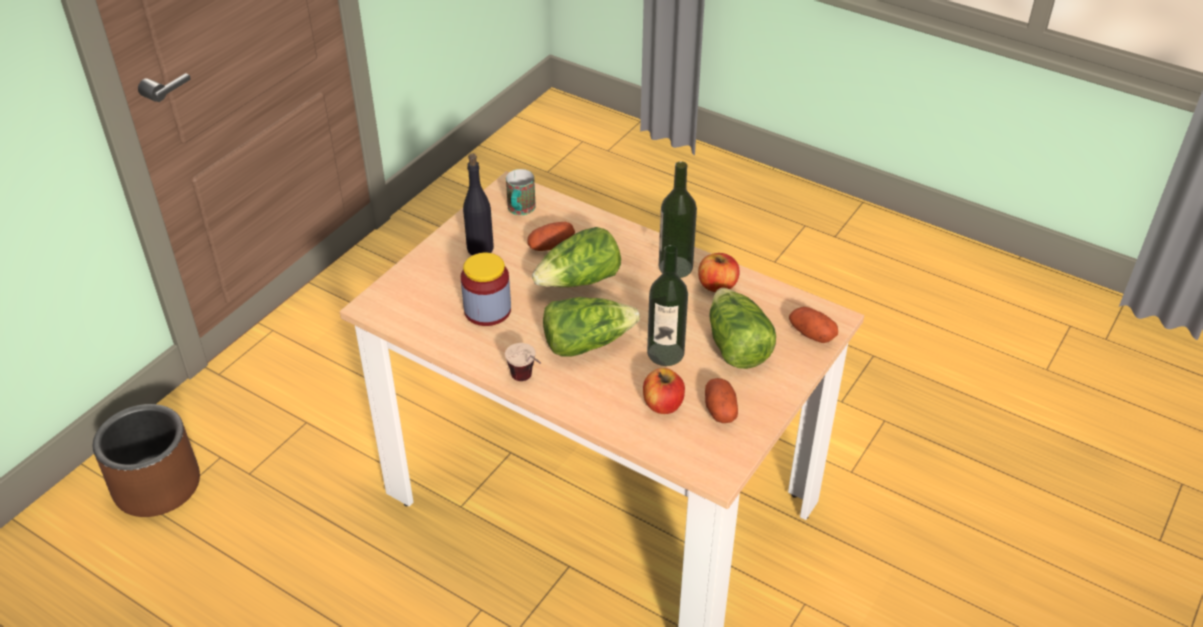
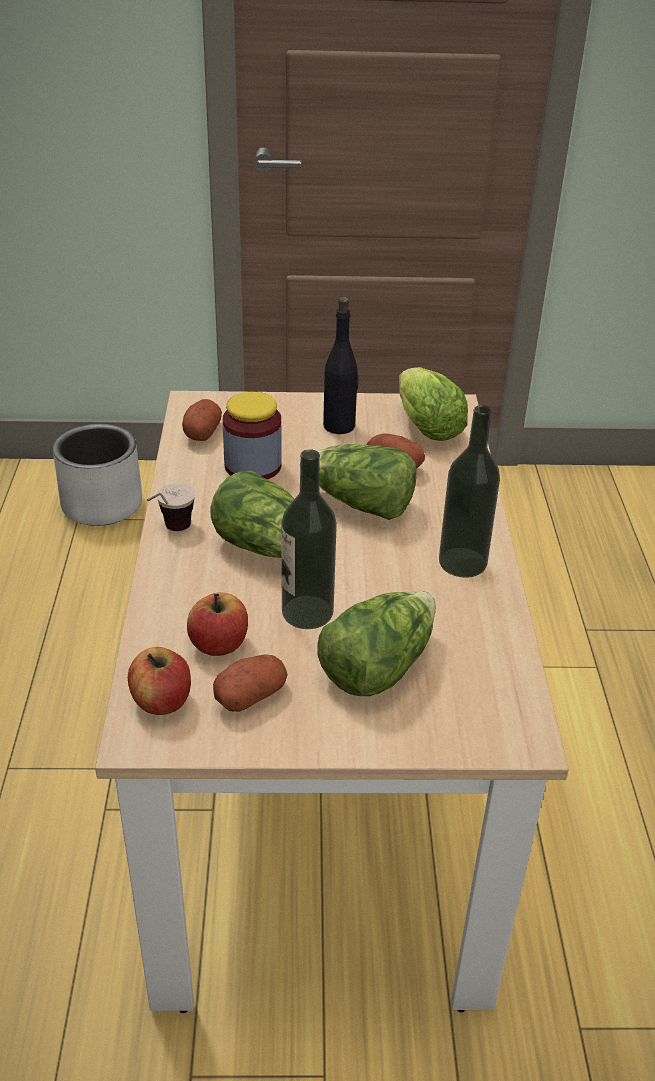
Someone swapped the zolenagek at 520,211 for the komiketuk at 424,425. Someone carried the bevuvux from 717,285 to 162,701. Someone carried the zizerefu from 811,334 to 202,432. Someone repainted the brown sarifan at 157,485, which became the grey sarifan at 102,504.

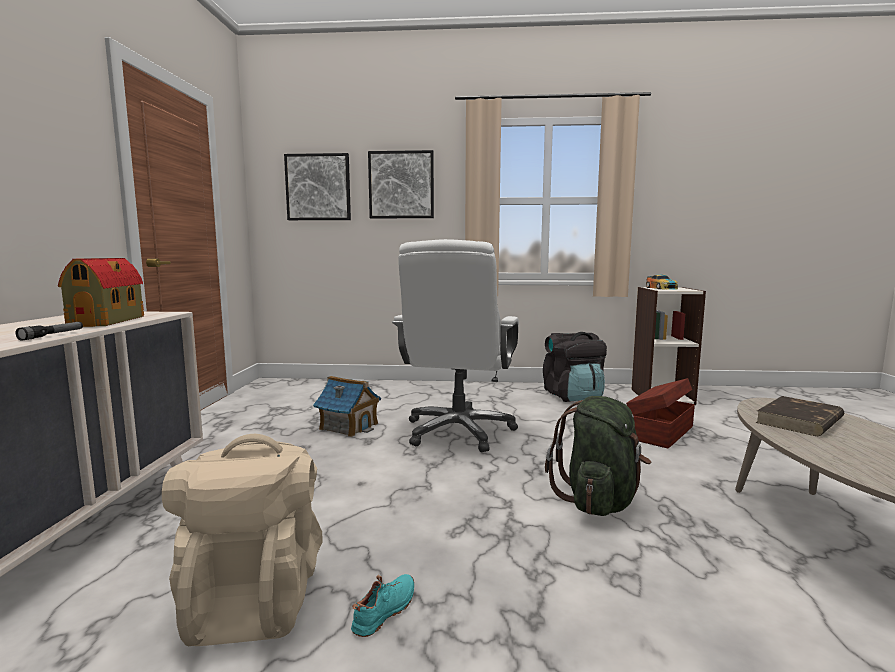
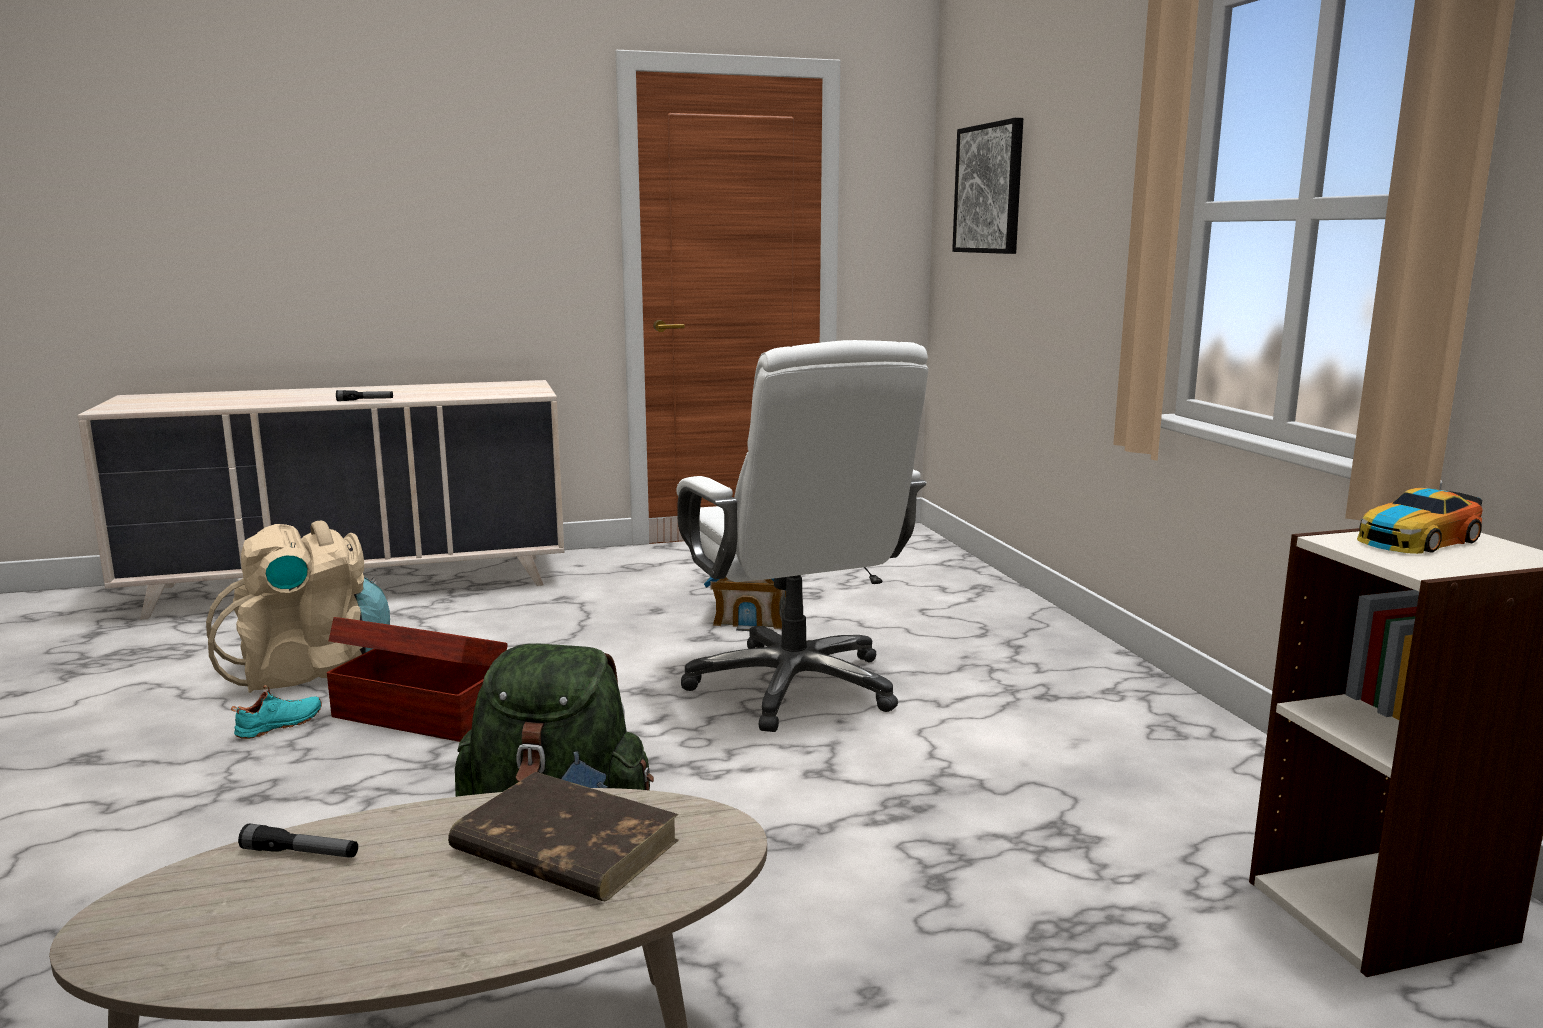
Someone took away the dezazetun at 401,185. Someone rotated the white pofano at 458,432 by 105 degrees counterclockwise. Someone took away the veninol at 109,321. Someone took away the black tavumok at 573,396. Someone carried the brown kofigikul from 660,432 to 419,713. Someone rotated the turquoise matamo at 386,612 by 60 degrees counterclockwise. Someone put down the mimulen at 300,853.

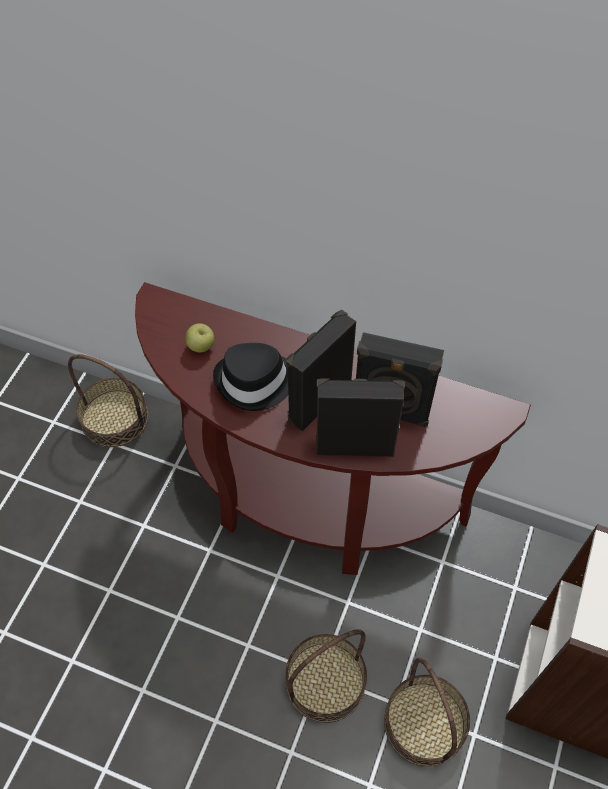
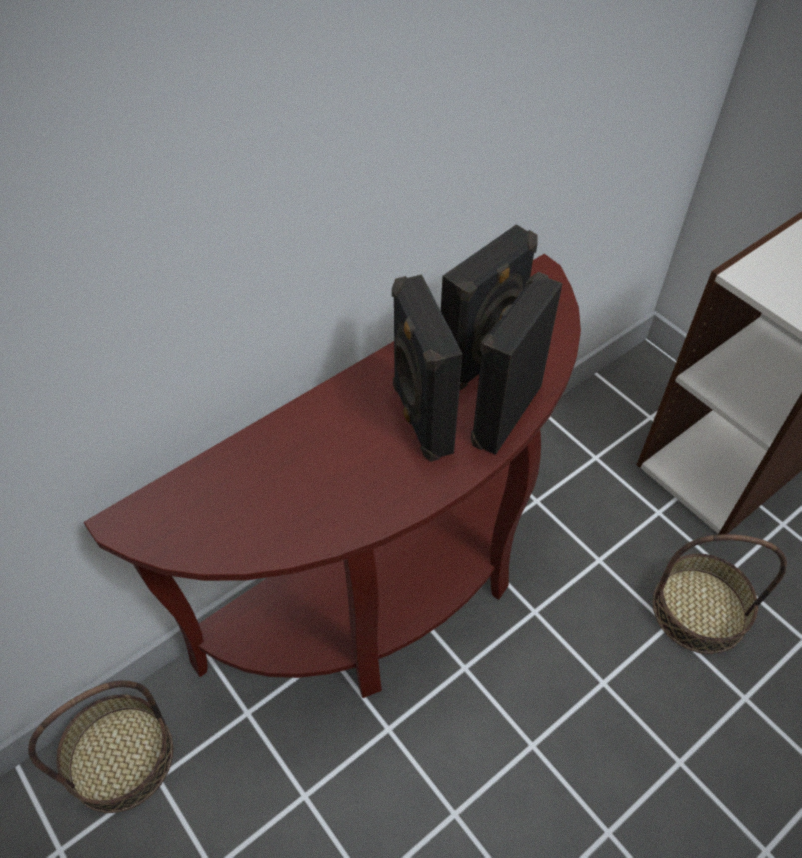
Someone took away the bevuvux at 201,346. Someone took away the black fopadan at 255,382. Someone took away the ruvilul at 325,681.

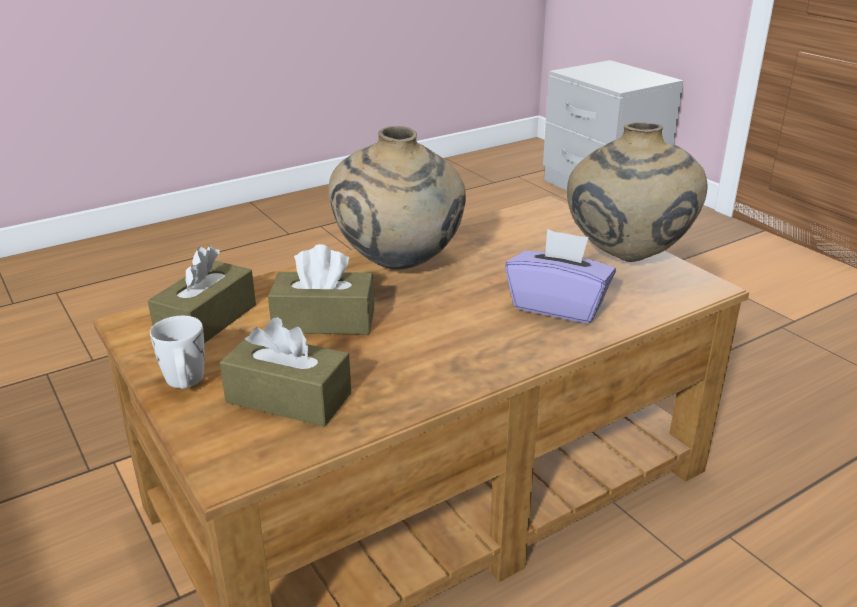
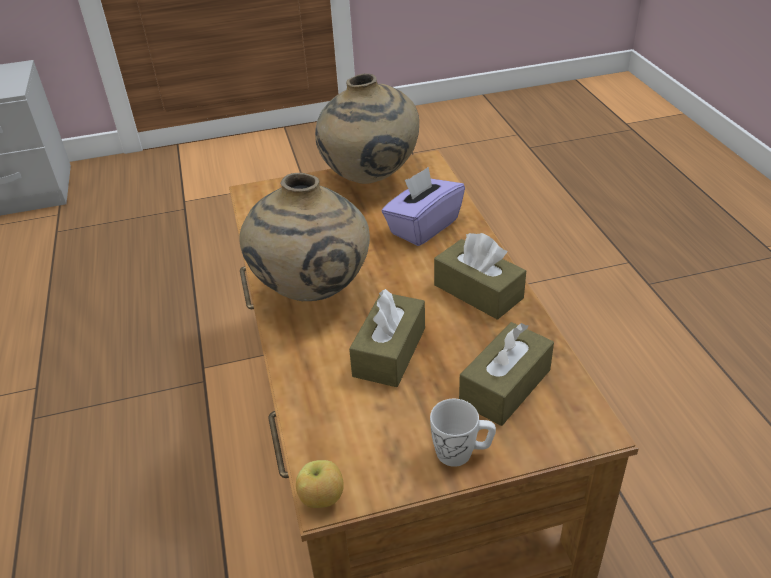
Someone carried the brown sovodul from 207,321 to 478,291. Someone put down the bevuvux at 321,500.

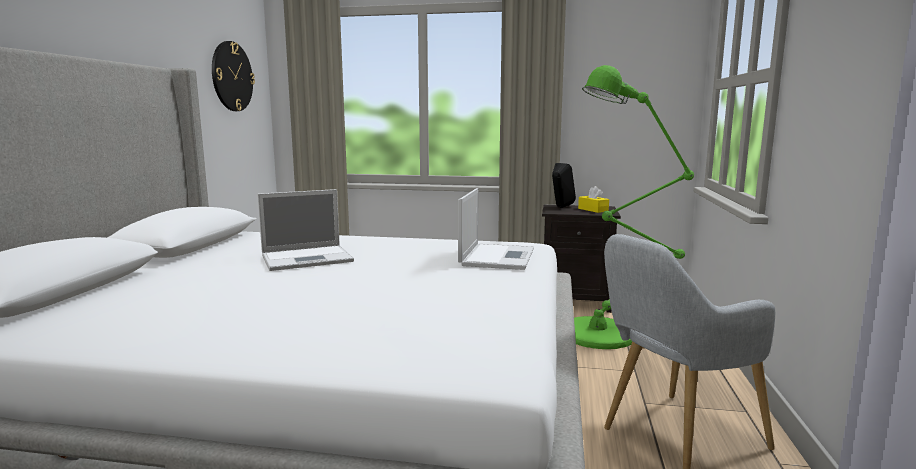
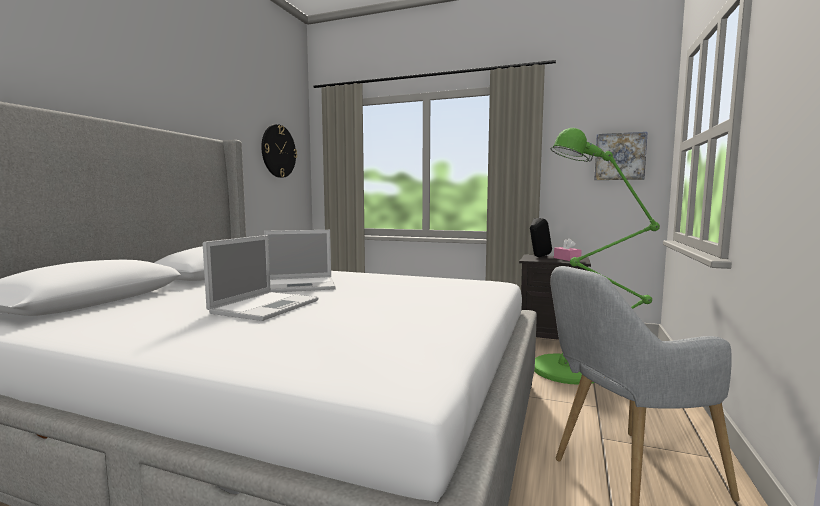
Someone repainted the yellow sovodul at 593,210, which became the pink sovodul at 567,259. Someone carried the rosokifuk from 497,257 to 266,306. Someone put up the dezazetun at 619,156.

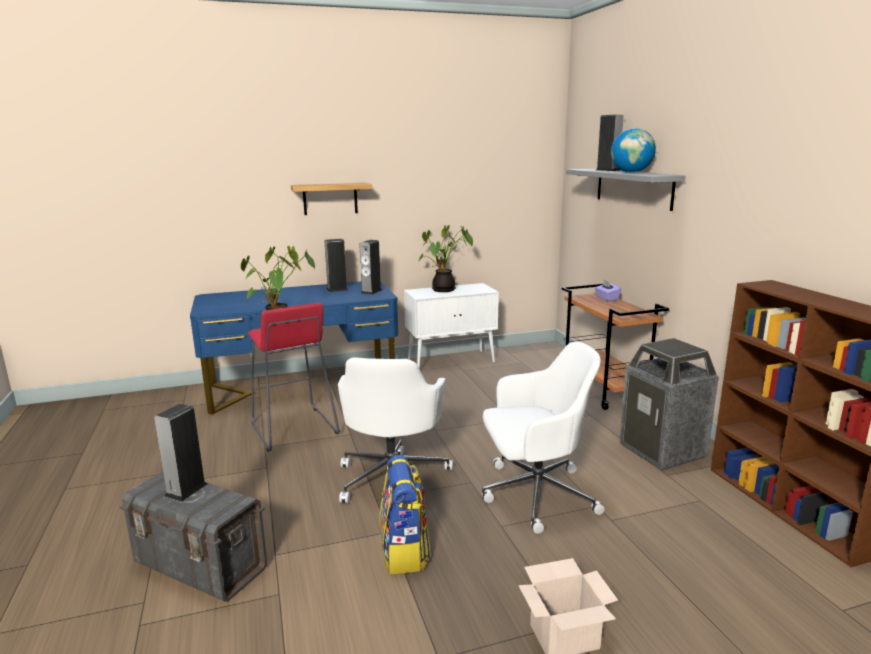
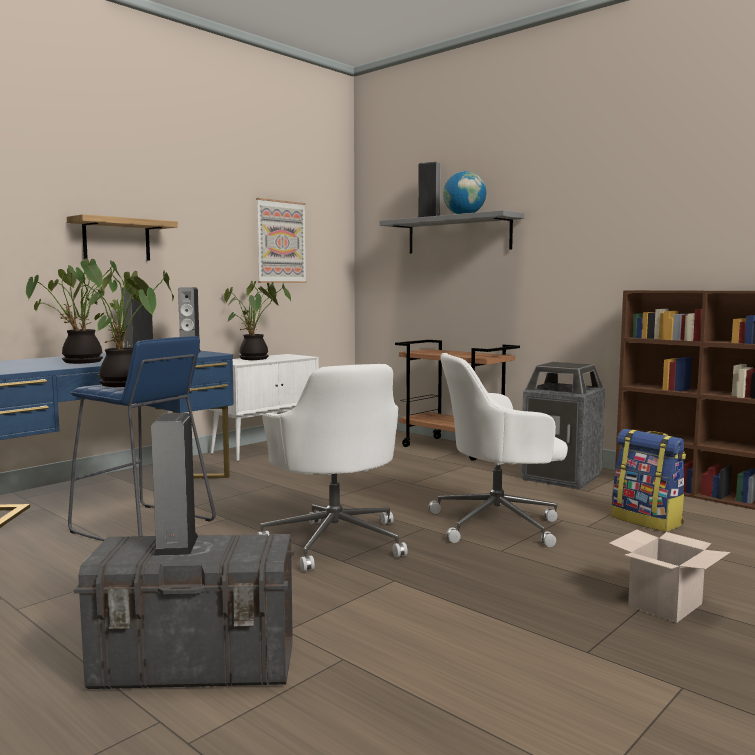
Someone took away the purple sovodul at 606,299. Someone repainted the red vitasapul at 293,429, which became the blue vitasapul at 142,527. Someone rotated the white pofano at 535,494 by 150 degrees counterclockwise. Someone carried the tavumok from 405,552 to 647,521. Someone put up the dezazetun at 281,242. Someone put down the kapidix at 80,362.

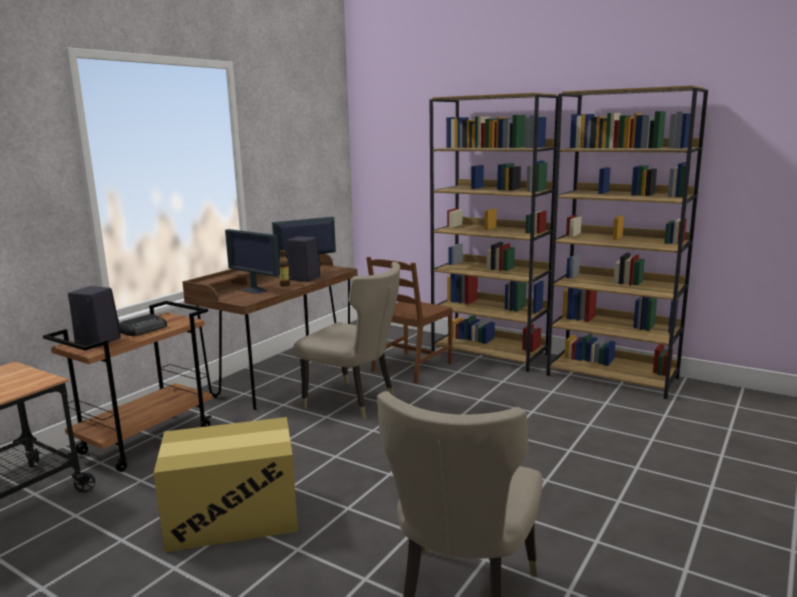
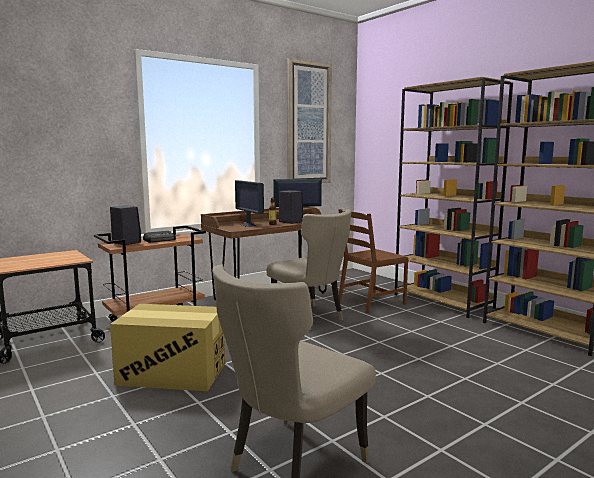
Someone put up the dezazetun at 308,123.

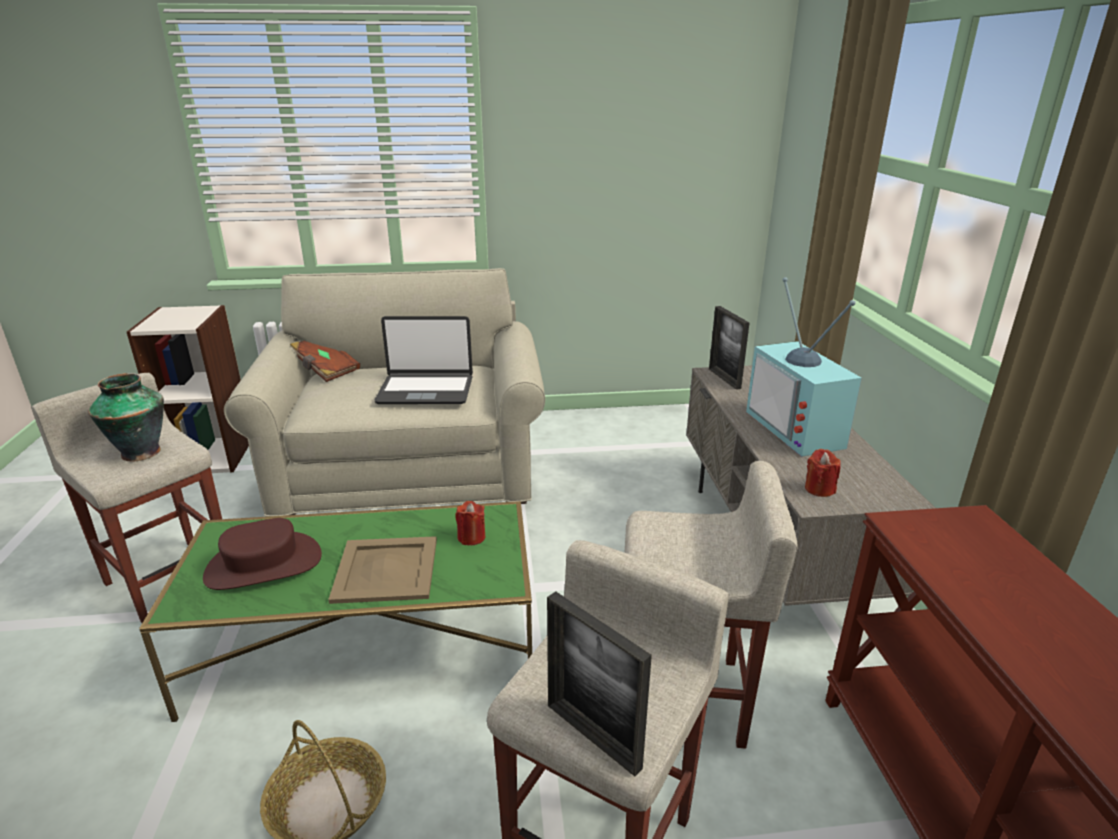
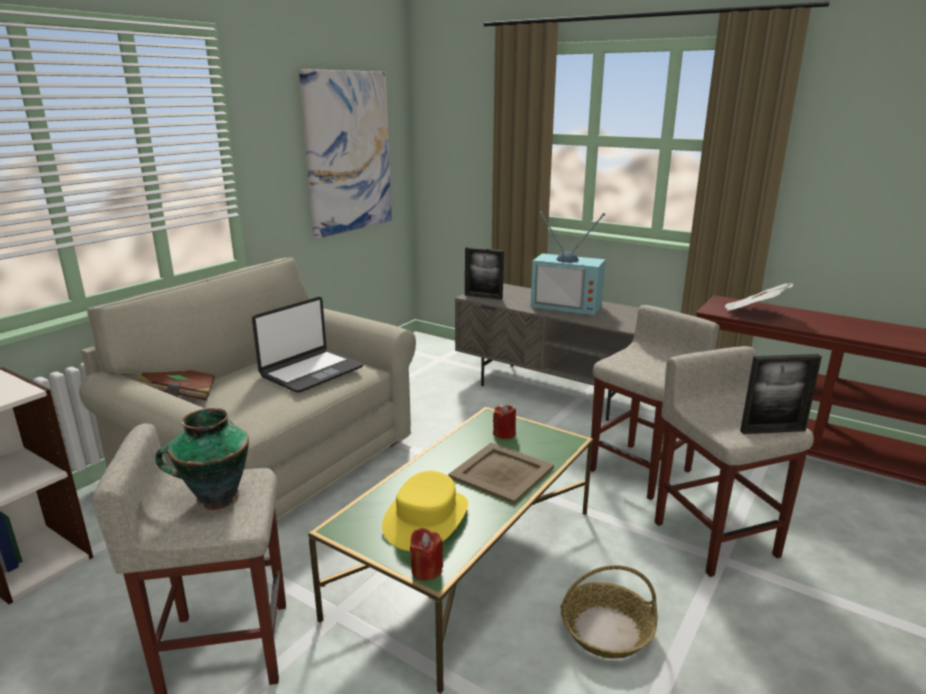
Someone carried the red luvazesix from 819,489 to 426,570. Someone repainted the brown fopadan at 263,565, which became the yellow fopadan at 426,519. Someone put up the dezazetun at 348,152. Someone put down the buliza at 753,312.

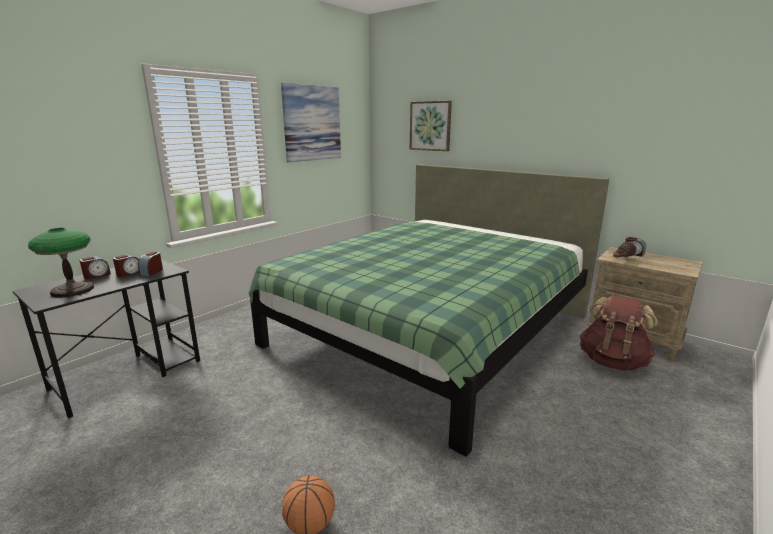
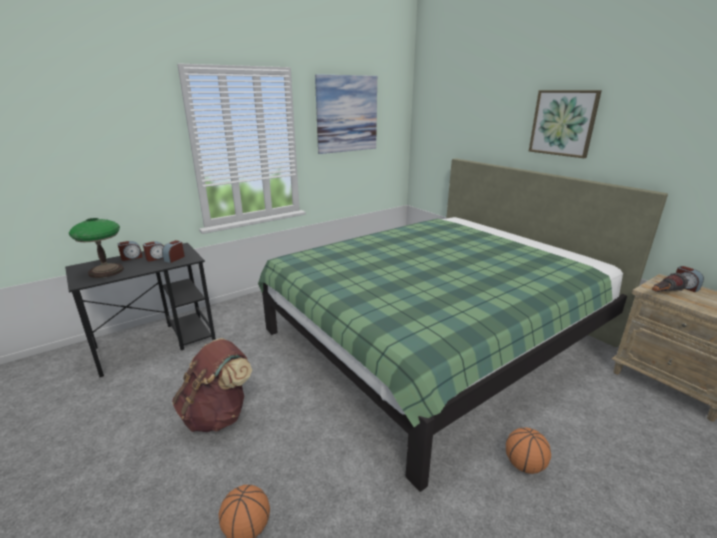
Someone carried the dezazetun from 430,126 to 563,123. Someone carried the brown tavumok from 612,362 to 218,414. Someone put down the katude at 524,465.

